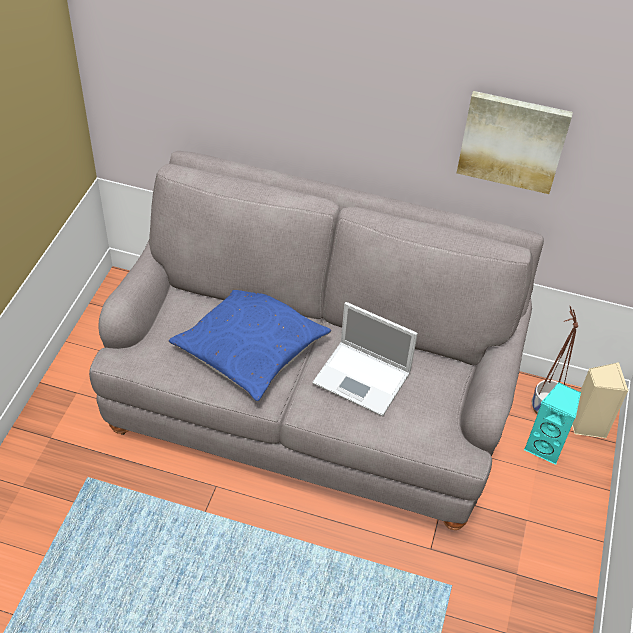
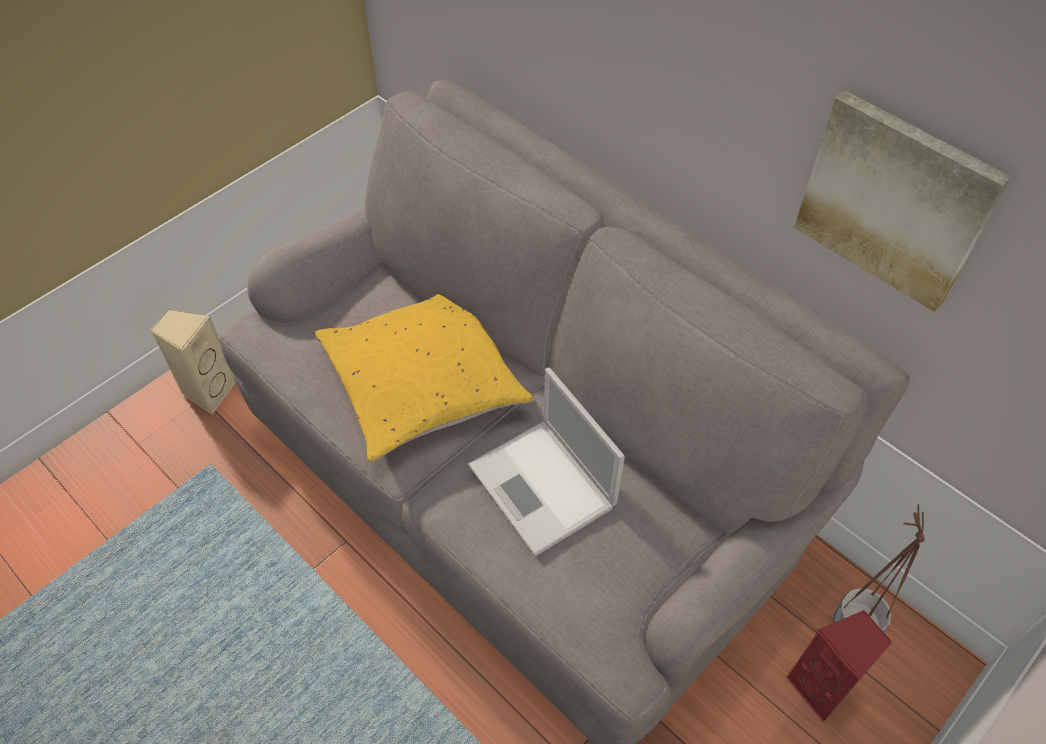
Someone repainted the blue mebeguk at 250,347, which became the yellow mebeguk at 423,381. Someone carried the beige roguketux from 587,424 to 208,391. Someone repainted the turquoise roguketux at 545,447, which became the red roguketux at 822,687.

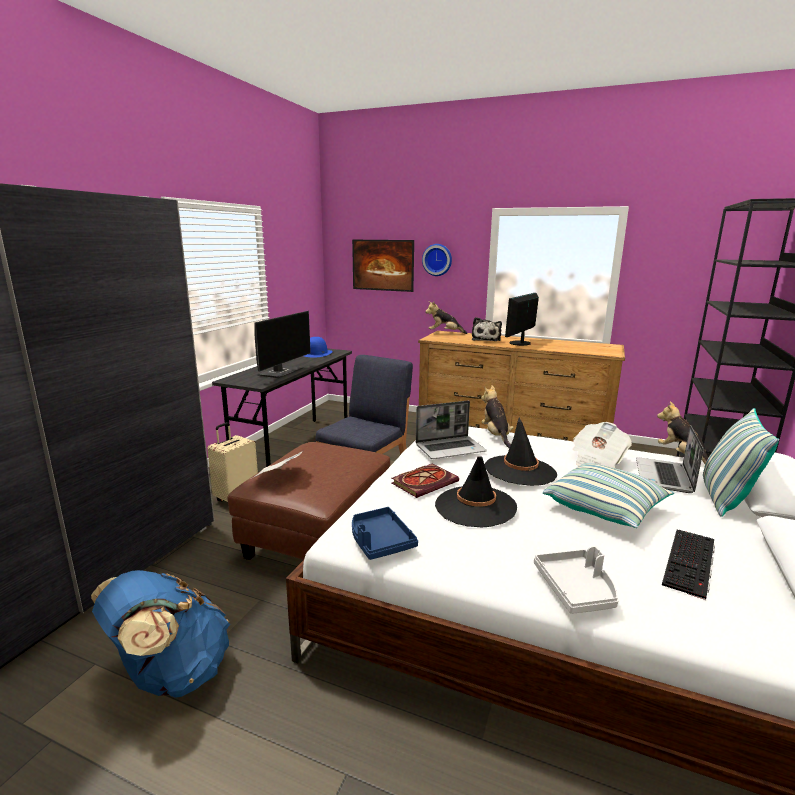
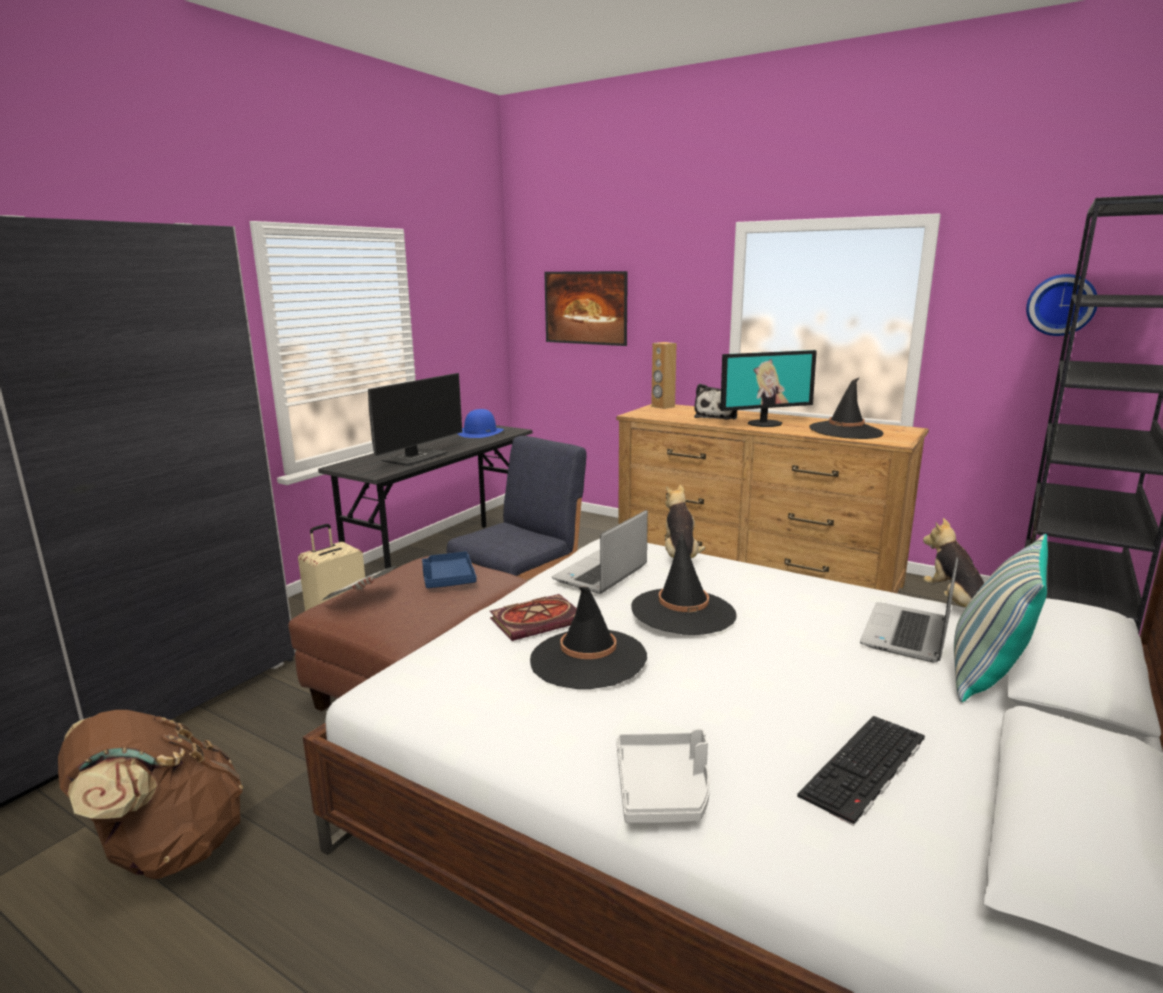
Someone carried the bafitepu from 437,260 to 1061,305. Someone rotated the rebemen at 520,343 by 150 degrees counterclockwise. Someone swapped the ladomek at 444,333 for the brown roguketux at 662,406. Someone rotated the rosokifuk at 450,448 by 135 degrees clockwise. Someone took away the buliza at 597,460. Someone took away the mebeguk at 605,508. Someone carried the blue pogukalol from 380,541 to 448,579. Someone repainted the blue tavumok at 171,674, which became the brown tavumok at 167,849. Someone put down the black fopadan at 845,431.

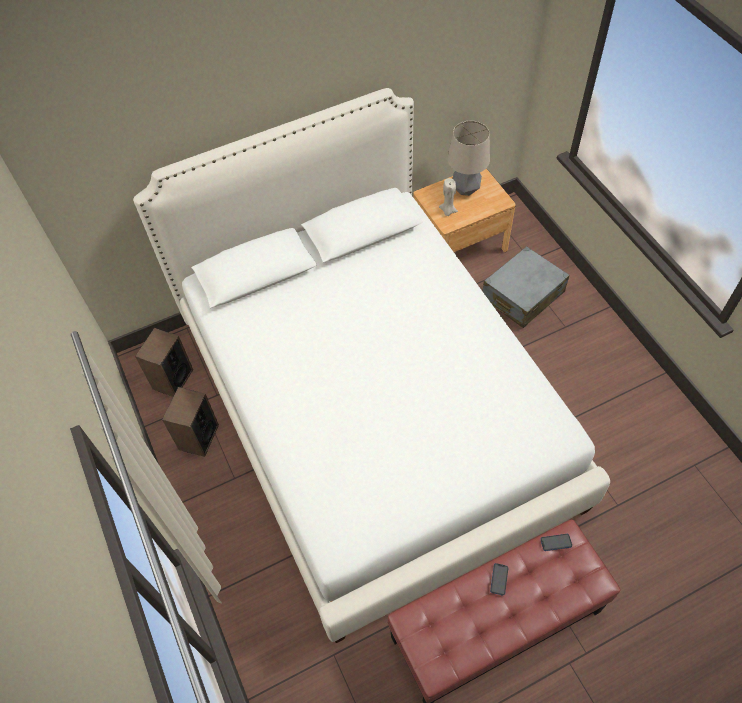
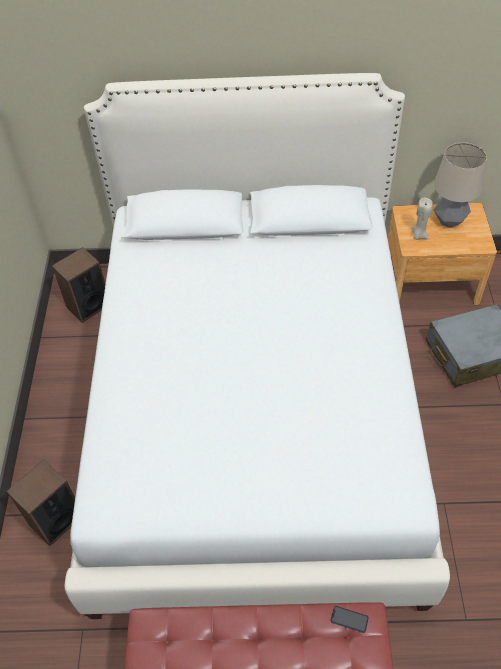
Someone carried the roguketux from 198,437 to 56,519. Someone took away the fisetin at 499,579.

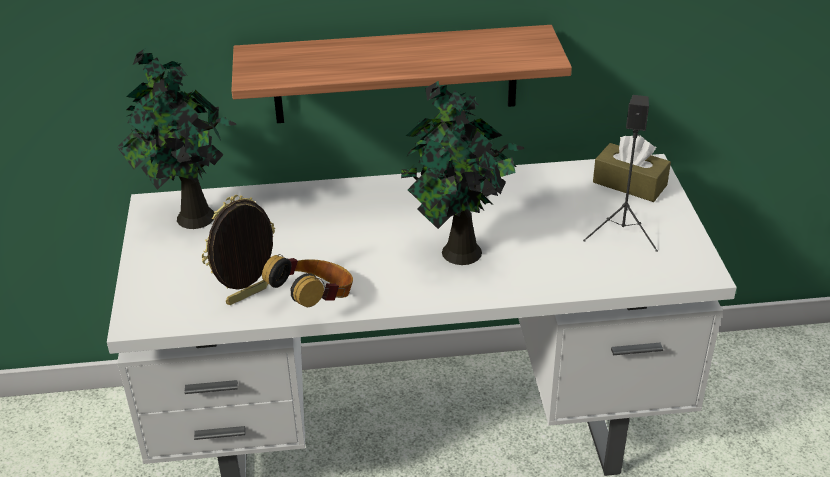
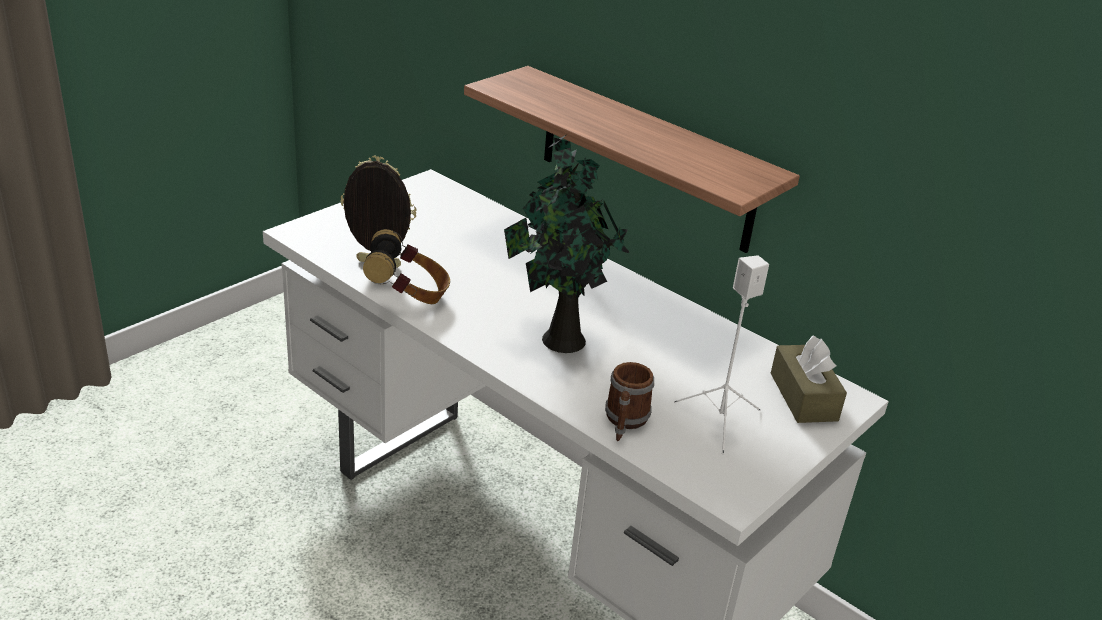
Someone took away the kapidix at 192,218. Someone repainted the black roguketux at 623,233, which became the white roguketux at 719,422. Someone put down the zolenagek at 624,422.

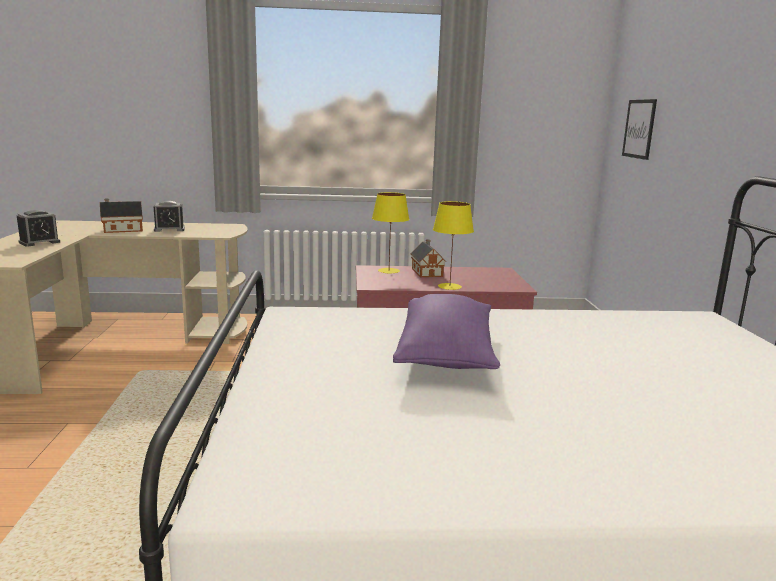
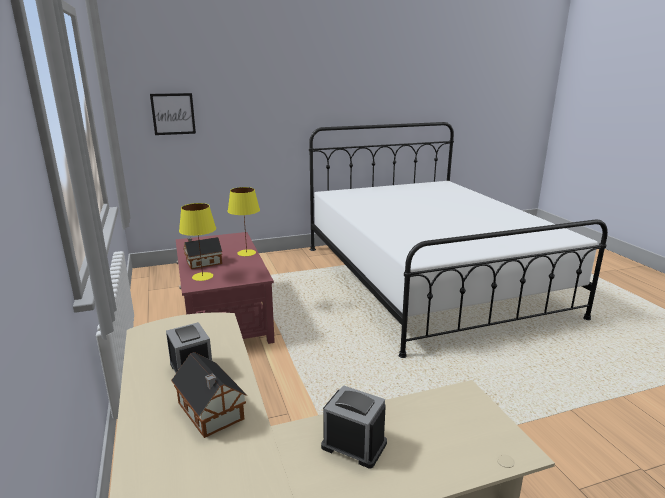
Someone took away the purple mebeguk at 446,354.

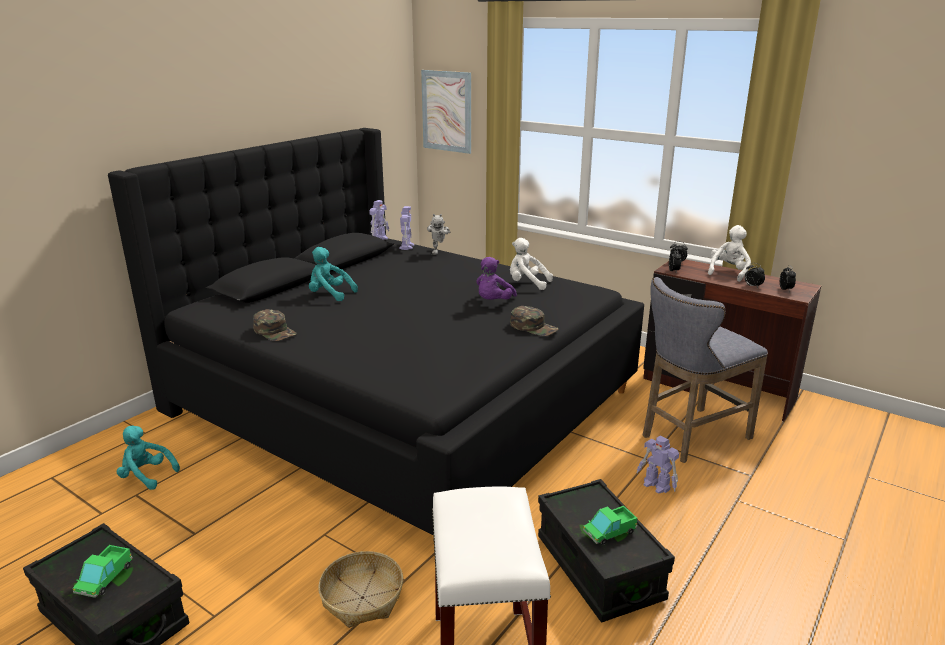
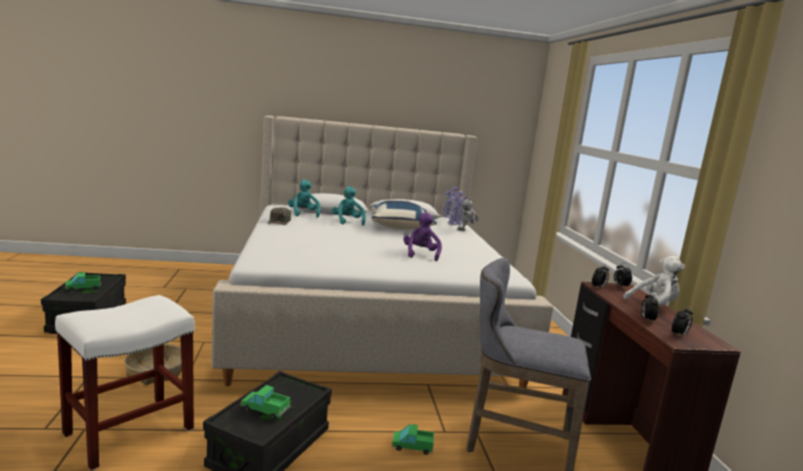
Someone took away the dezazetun at 447,111. Someone repainted the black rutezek at 401,399, which became the beige rutezek at 368,317. Someone took away the white ladomek at 527,284. Someone rotated the purple ladomek at 493,302 by 105 degrees clockwise. Someone took away the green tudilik at 533,327. Someone carried the turquoise ladomek from 146,476 to 303,214. Someone swapped the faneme at 657,486 for the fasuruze at 412,446. Someone put down the blue mebeguk at 400,227.

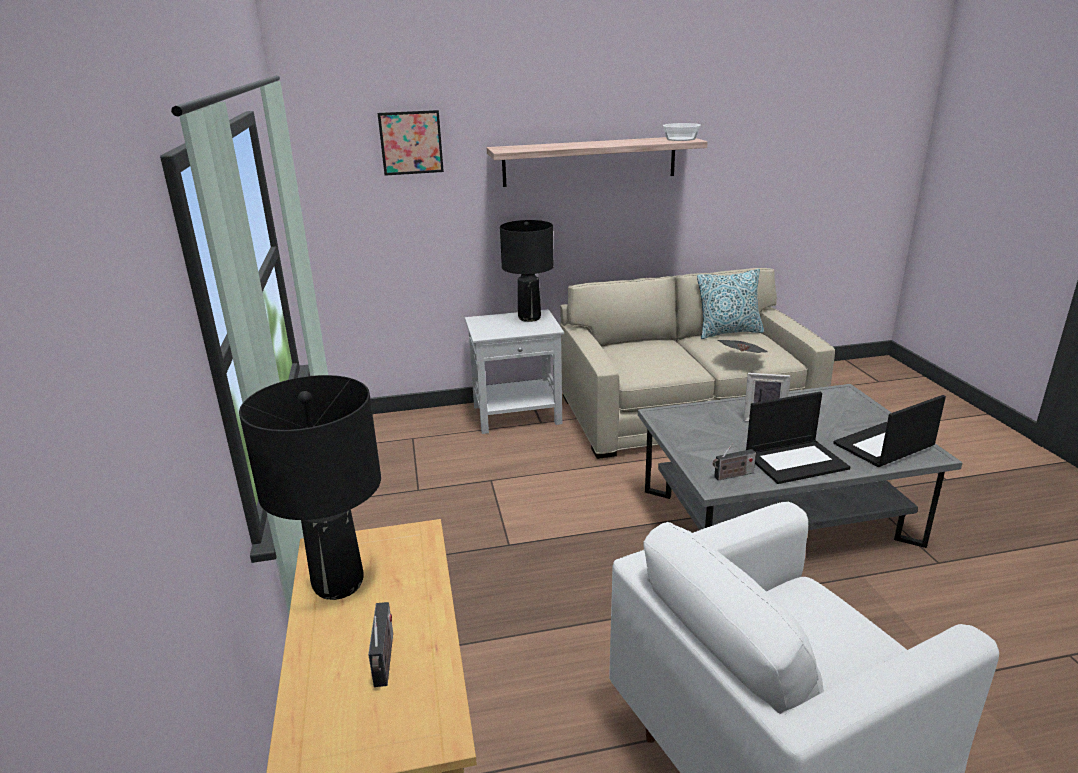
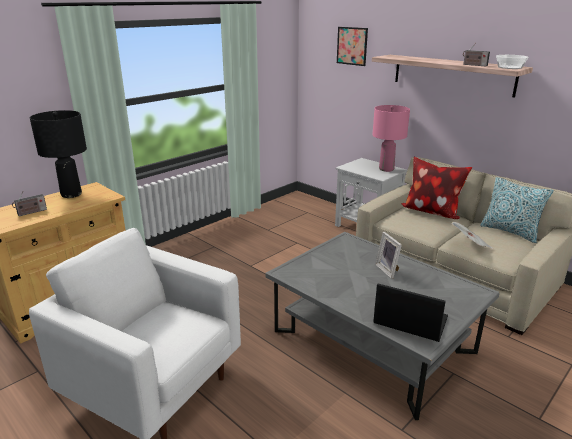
Someone repainted the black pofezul at 529,318, which became the pink pofezul at 386,169. Someone took away the rosokifuk at 796,461. Someone carried the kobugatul from 732,476 to 473,65. Someone put down the mebeguk at 431,212.

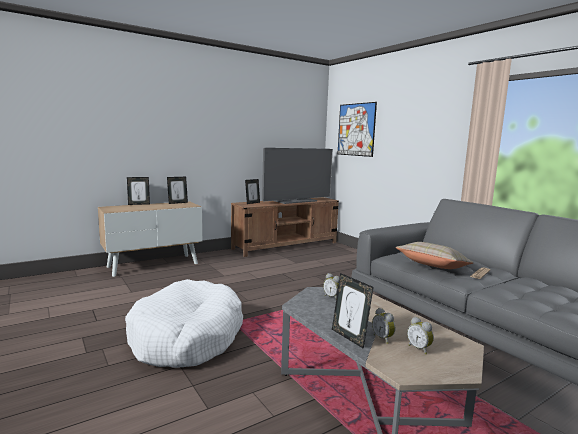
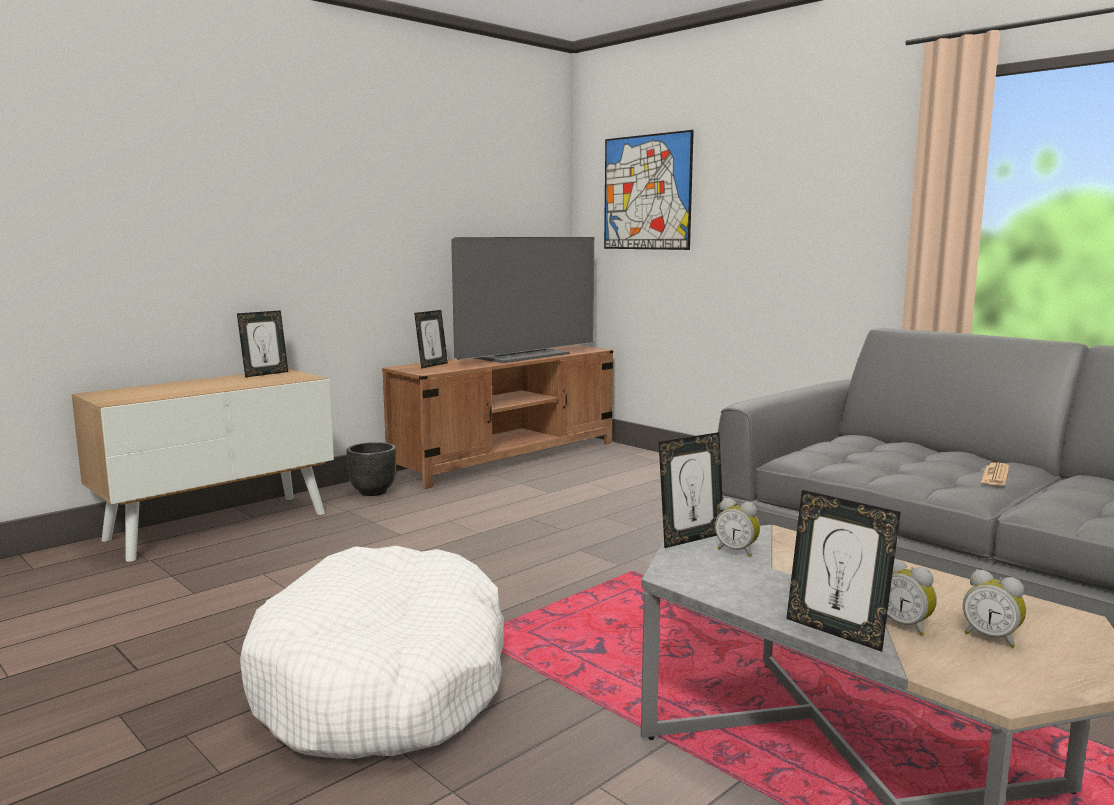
Someone carried the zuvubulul from 139,204 to 690,538. Someone took away the beige mebeguk at 433,267. Someone put down the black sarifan at 373,492.

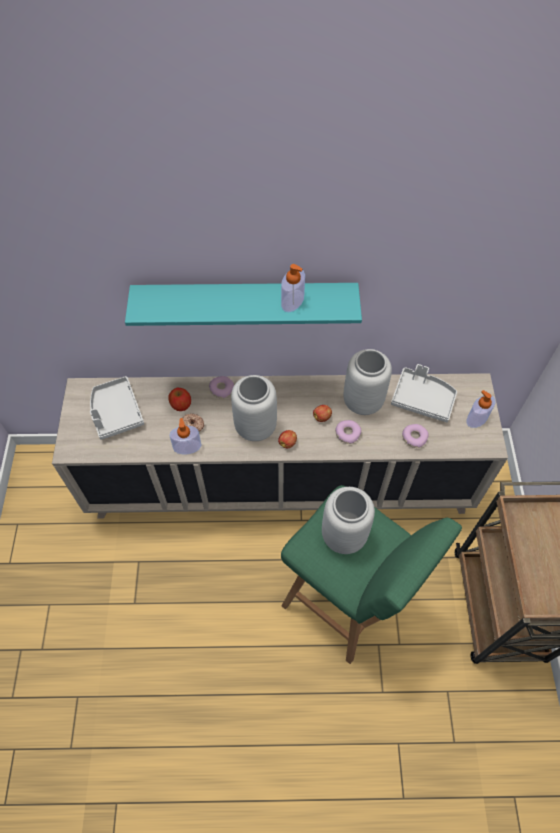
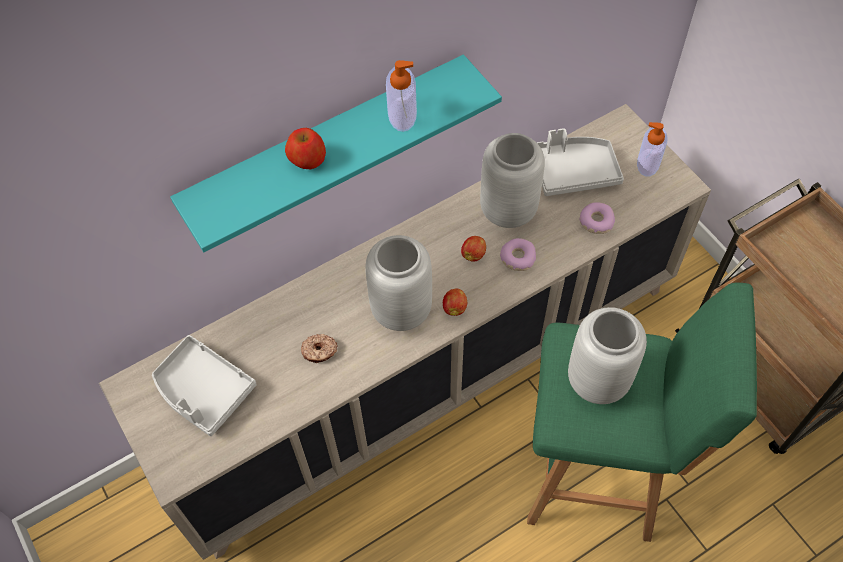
Someone took away the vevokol at 221,389. Someone carried the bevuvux from 181,404 to 307,159. Someone took away the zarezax at 187,447.

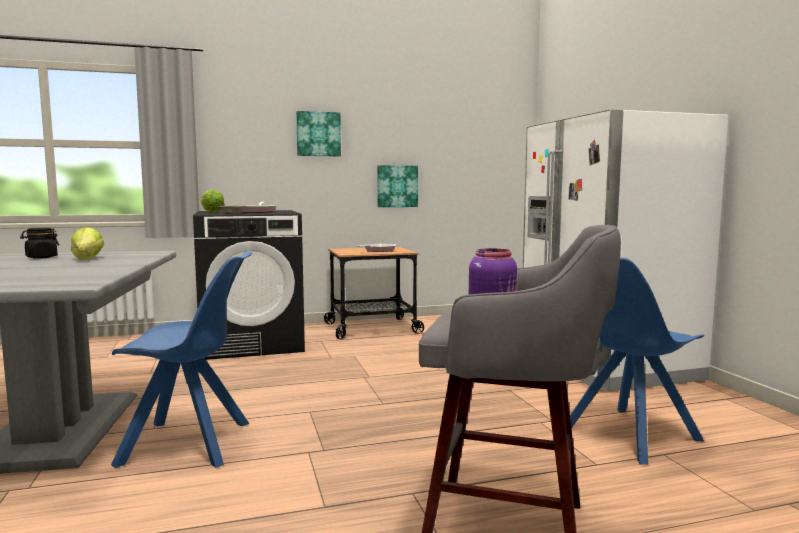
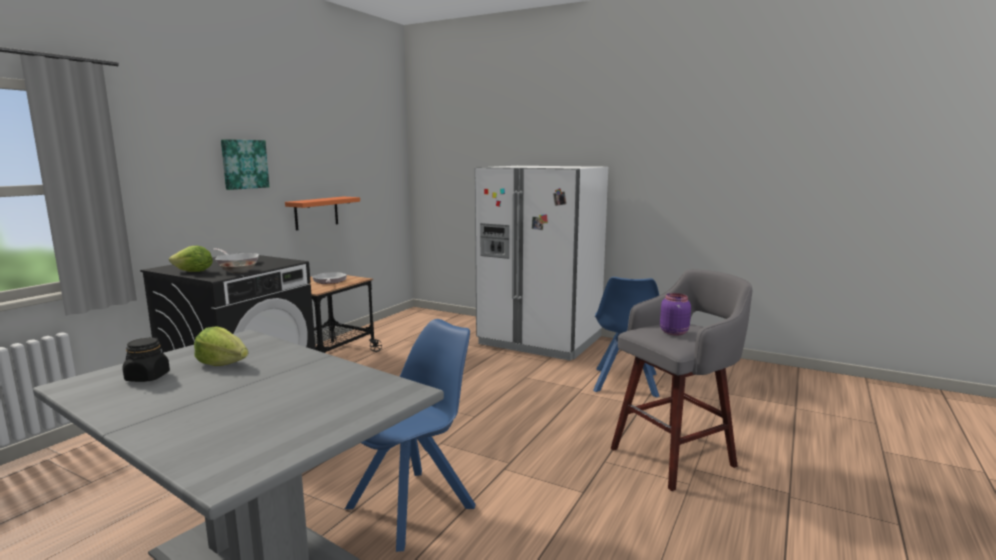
Someone swapped the dezazetun at 397,186 for the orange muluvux at 316,213.

